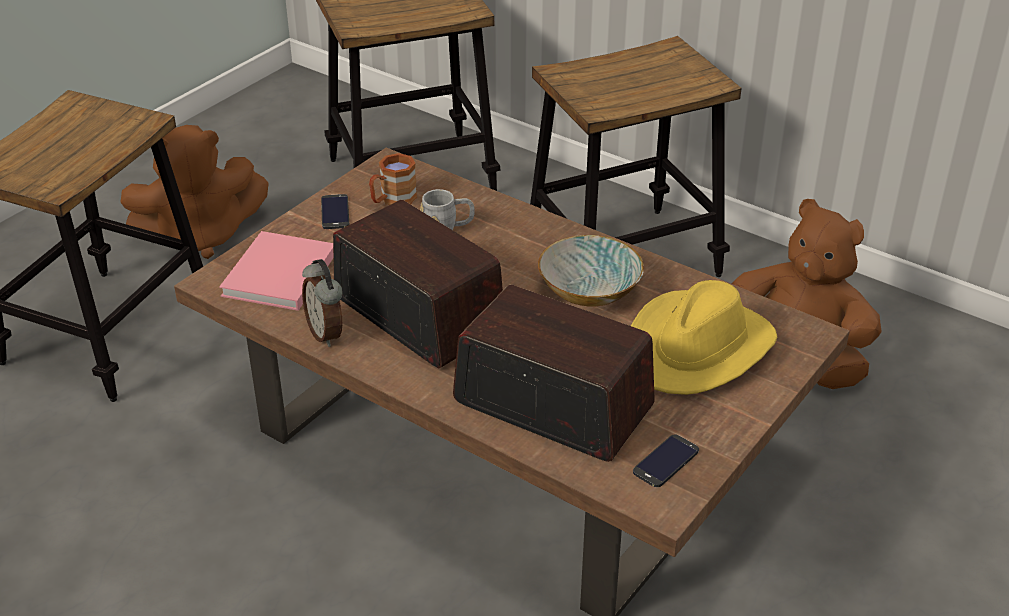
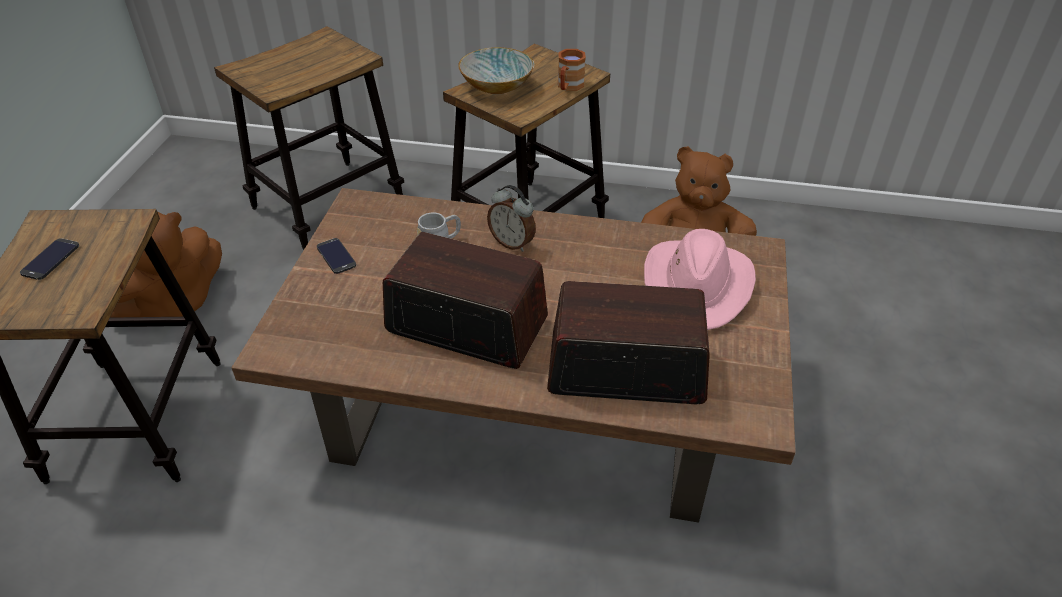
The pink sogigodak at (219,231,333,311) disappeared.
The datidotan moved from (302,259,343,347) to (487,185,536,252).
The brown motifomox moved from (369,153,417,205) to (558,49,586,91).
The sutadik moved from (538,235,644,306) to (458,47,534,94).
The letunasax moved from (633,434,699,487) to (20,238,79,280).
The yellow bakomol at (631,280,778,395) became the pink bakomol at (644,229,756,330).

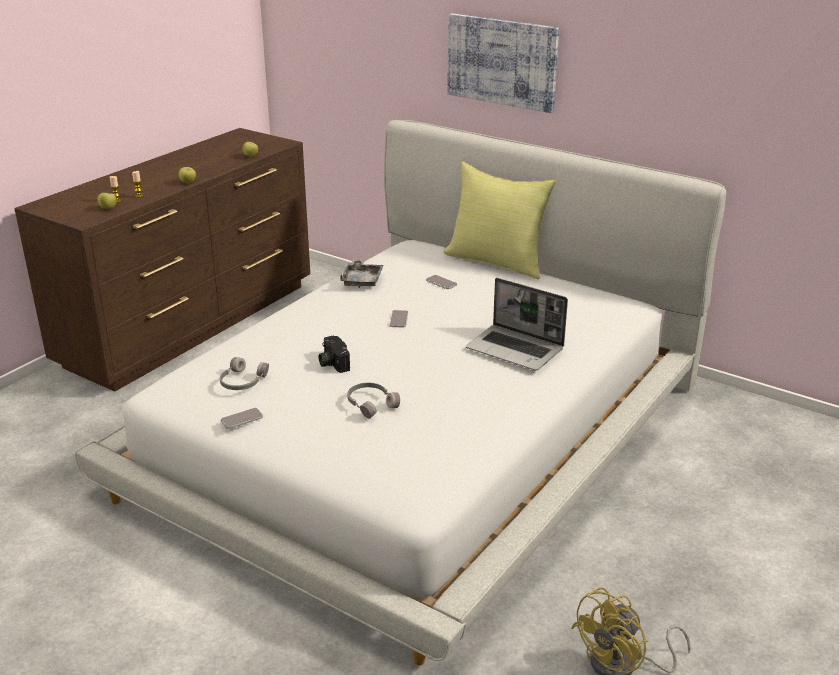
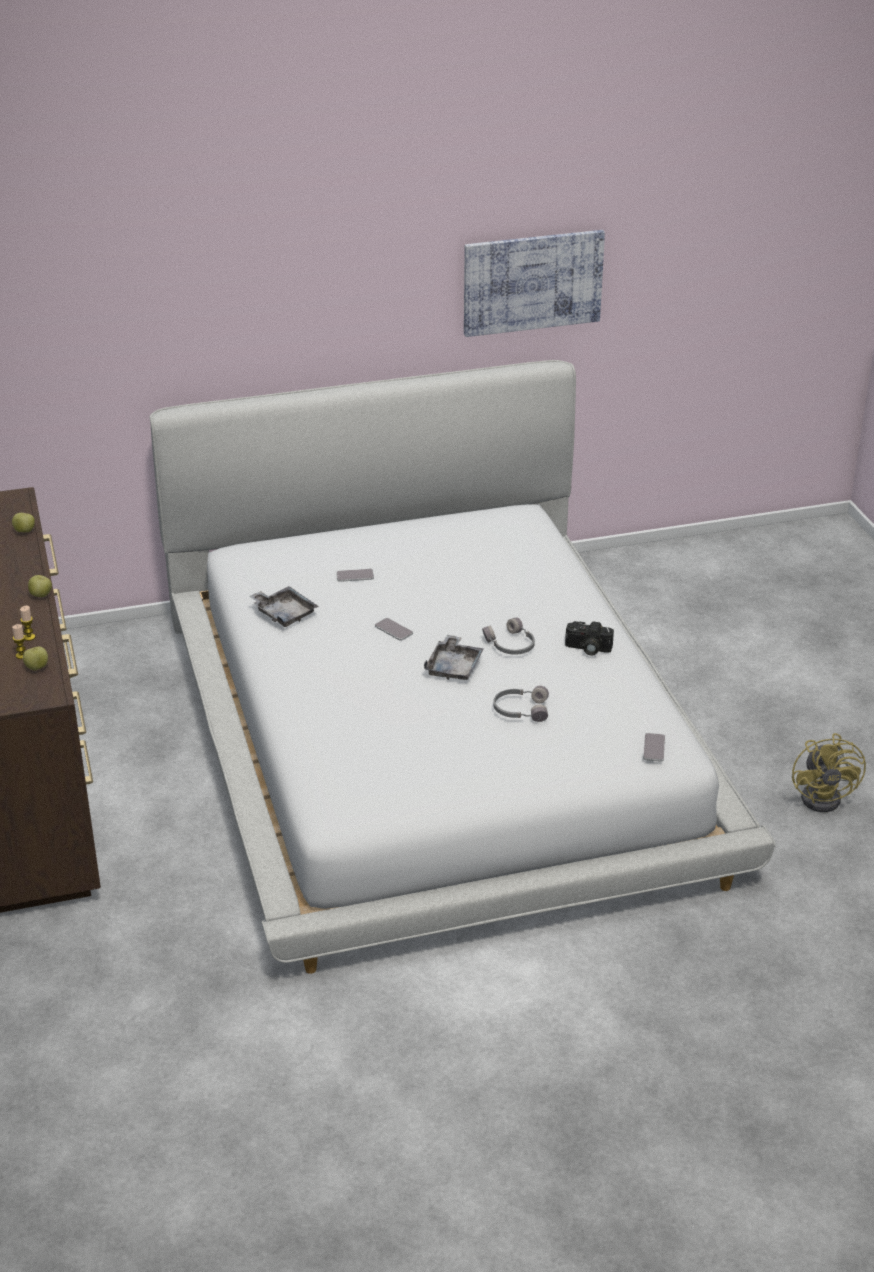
The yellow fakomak at (443,161,556,279) disappeared.
The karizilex at (466,278,568,371) disappeared.
The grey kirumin at (424,635,484,680) appeared.
The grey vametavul moved from (220,357,269,390) to (482,617,535,655).
The letunasax moved from (221,408,263,429) to (643,733,665,762).
The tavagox moved from (319,336,350,373) to (565,621,614,655).
The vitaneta moved from (447,13,559,113) to (464,230,605,337).

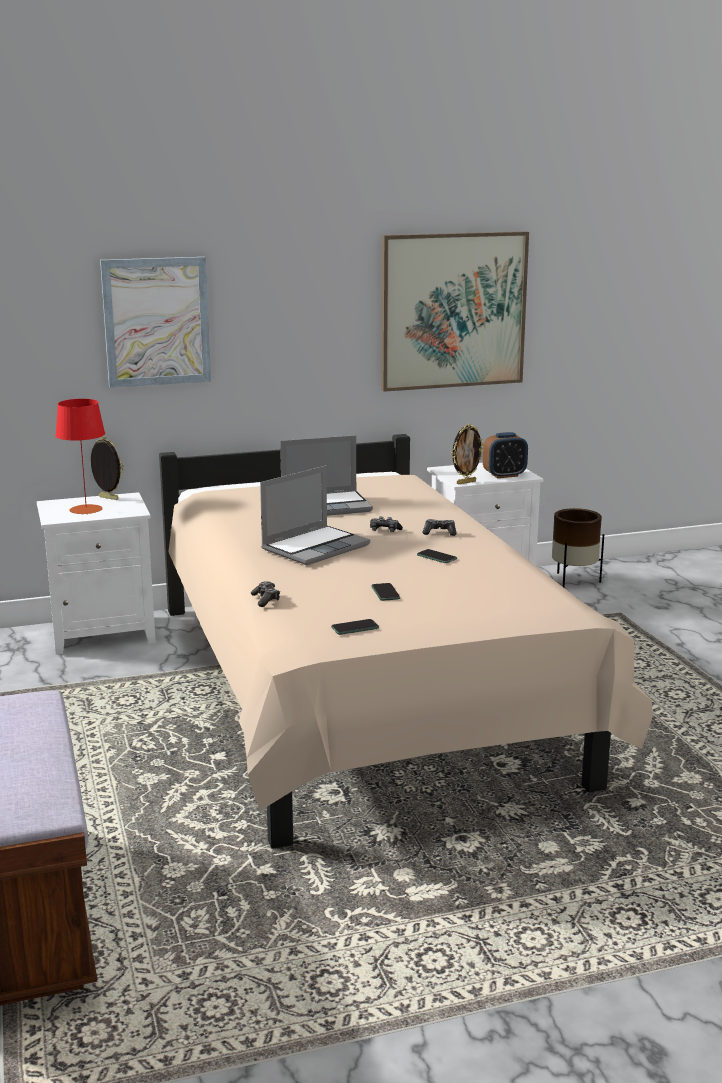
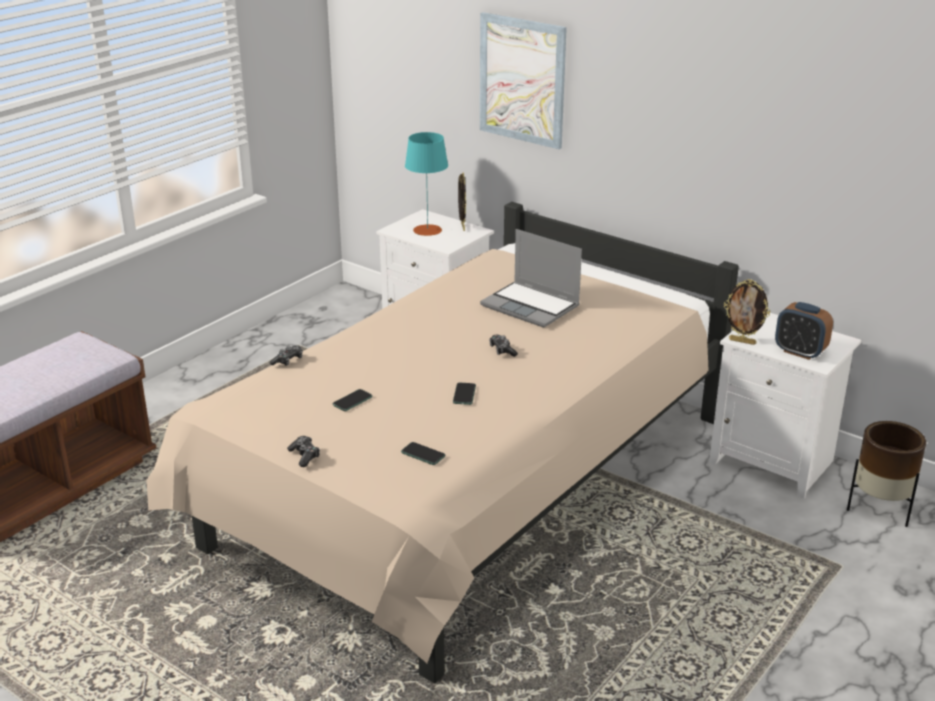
The karizilex at (260,465,370,565) disappeared.
The vitaneta at (381,231,529,392) disappeared.
The letunasax moved from (331,619,379,635) to (401,442,446,465).
The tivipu moved from (422,519,457,536) to (287,436,320,467).
The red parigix at (55,399,105,514) became the turquoise parigix at (405,132,448,236).

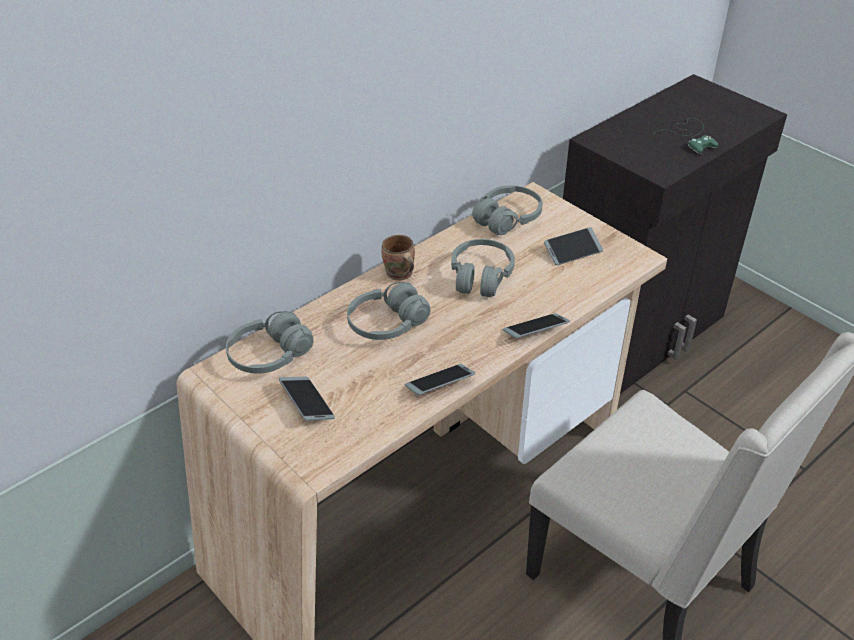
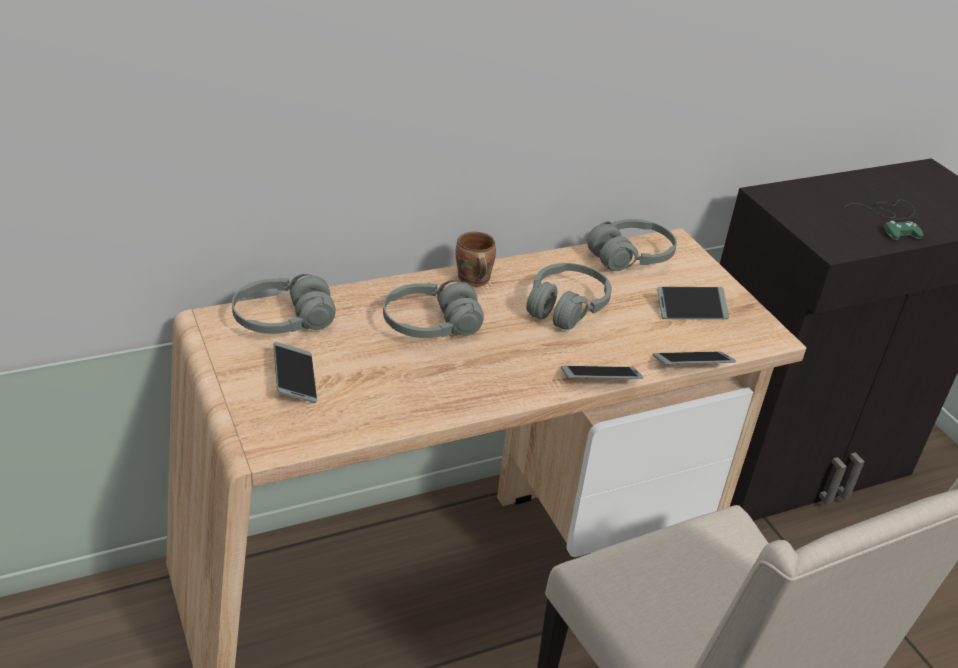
The letunasax moved from (405,364,475,395) to (653,352,736,364).

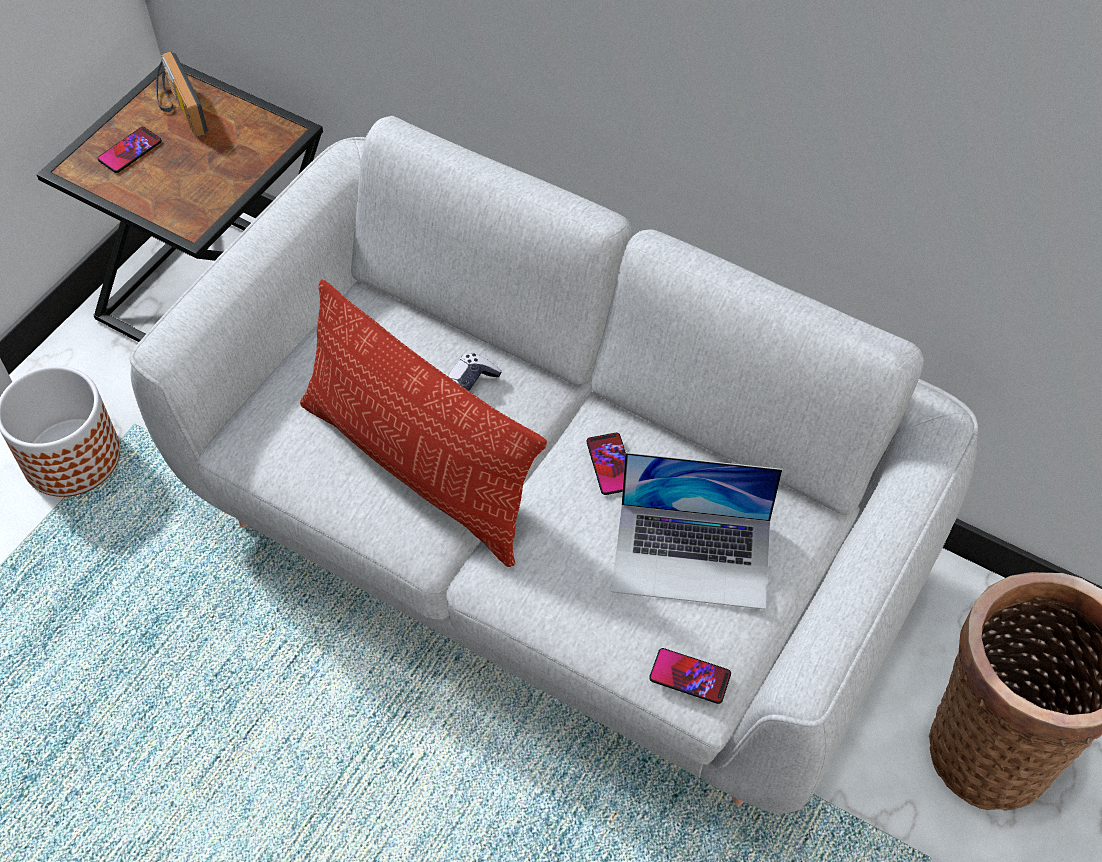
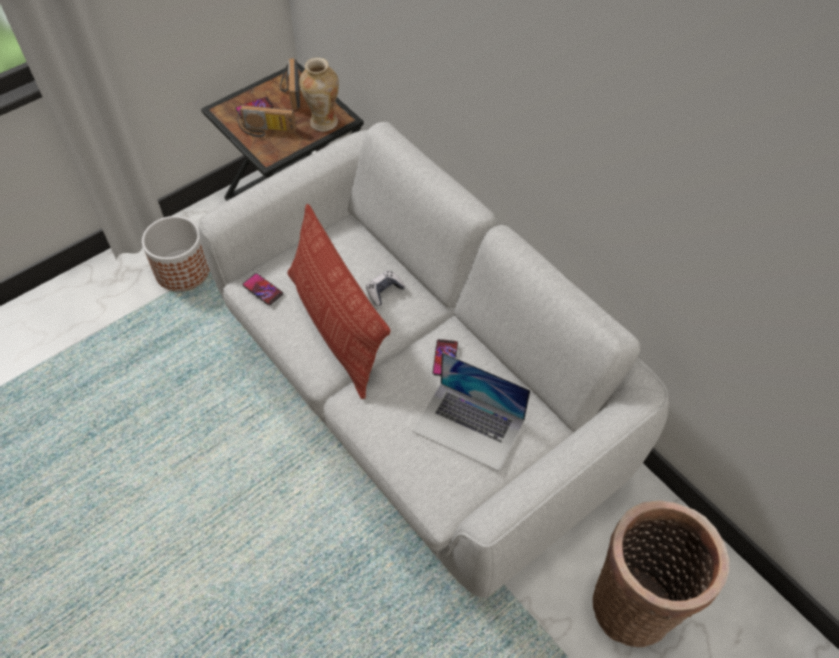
The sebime at (238,105,296,137) appeared.
The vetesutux at (299,58,339,132) appeared.
The letunasax moved from (649,648,731,704) to (243,273,283,305).

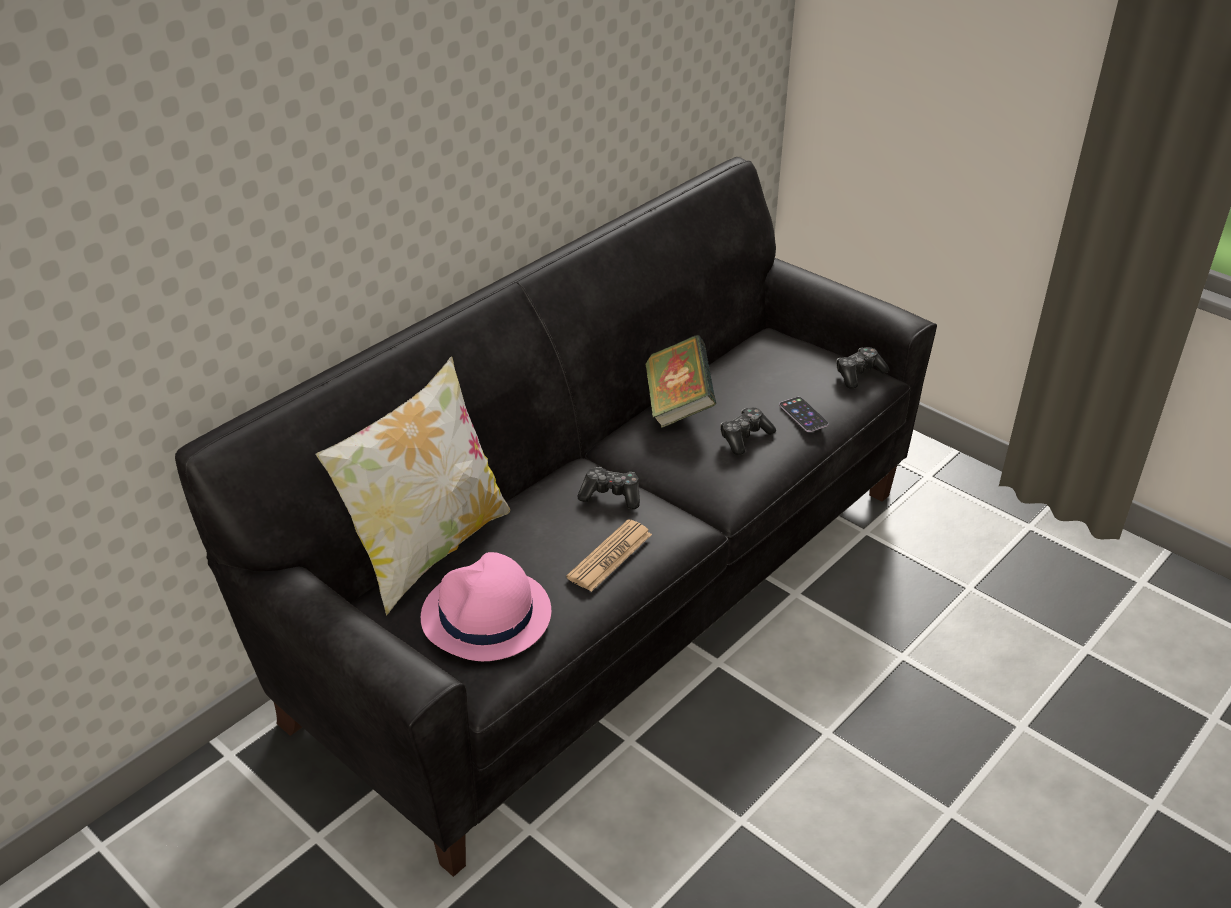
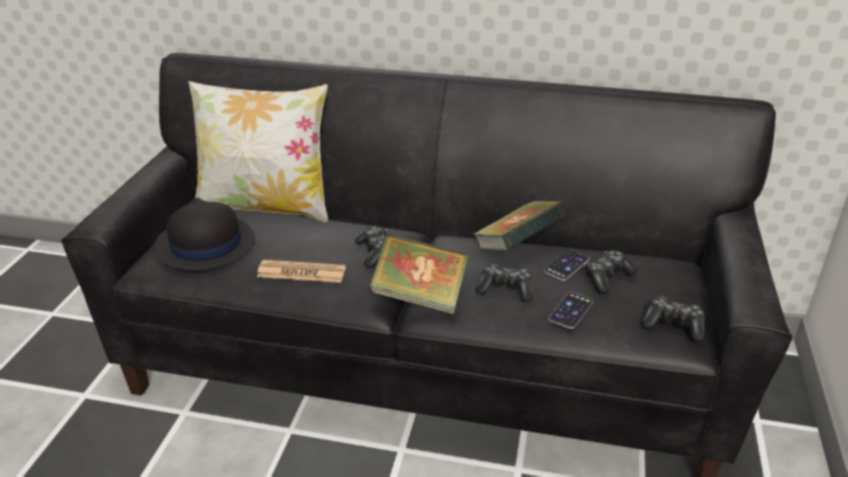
The sogigodak at (369,233,469,314) appeared.
The letunasax at (544,250,589,281) appeared.
The tivipu at (585,250,637,294) appeared.
The pink bakomol at (421,552,551,661) became the black bakomol at (155,197,255,271).

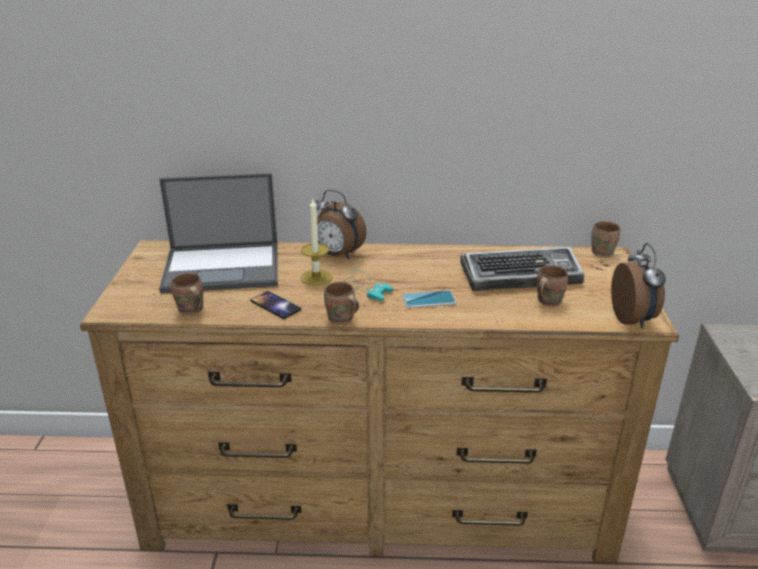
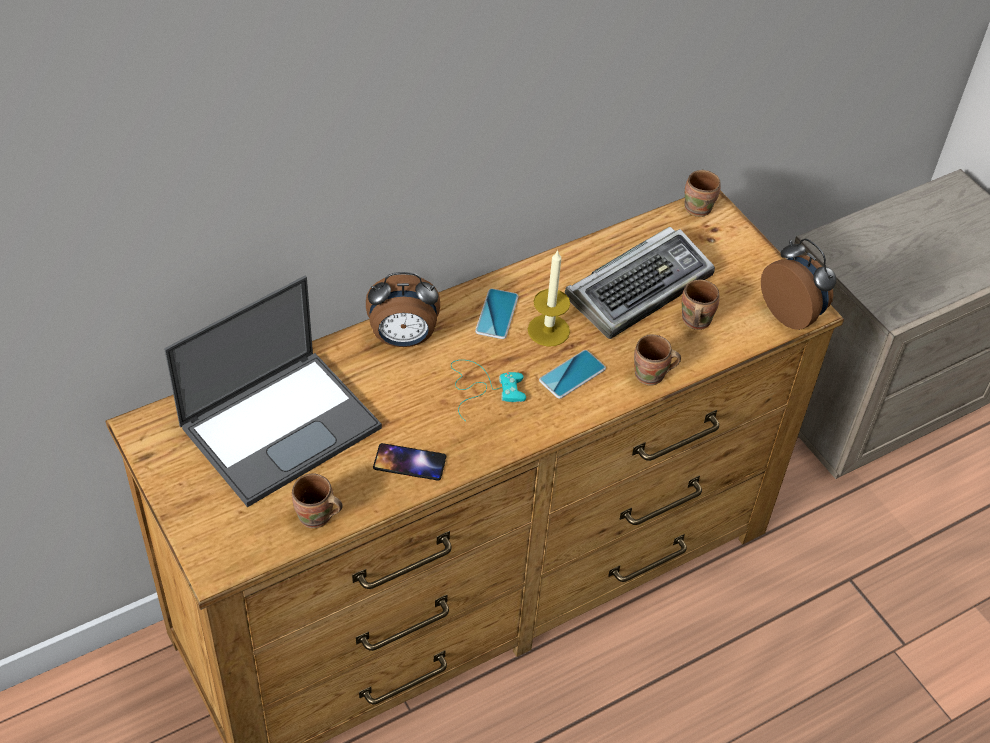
The letunasax at (475,288,519,339) appeared.
The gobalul moved from (300,197,333,286) to (528,250,570,347).
The brown motifomox moved from (324,282,359,325) to (634,334,681,386).

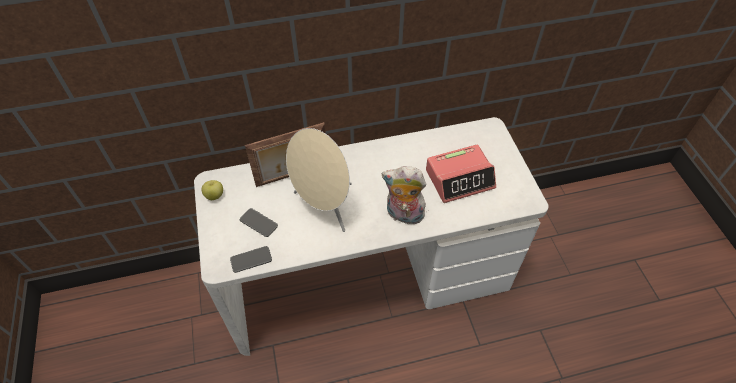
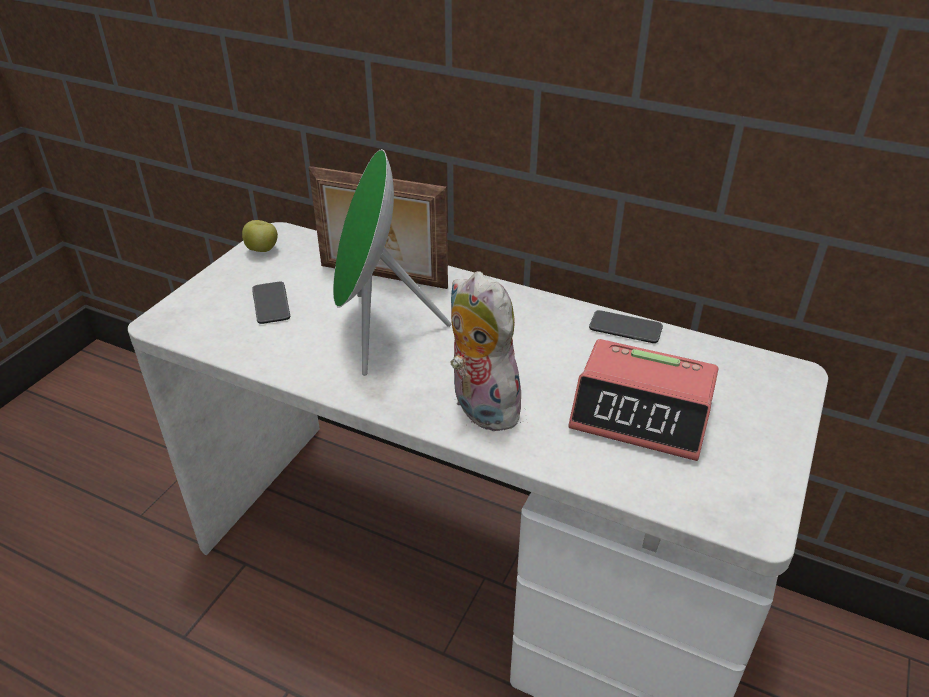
The letunasax moved from (230,246,272,273) to (589,310,663,343).
The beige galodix at (286,128,352,232) became the green galodix at (333,149,451,376).

